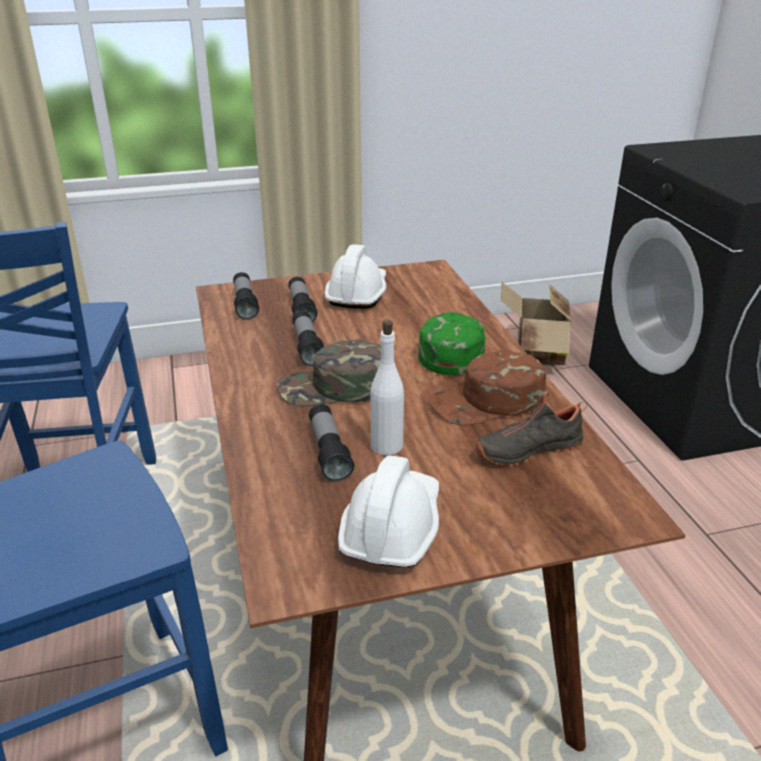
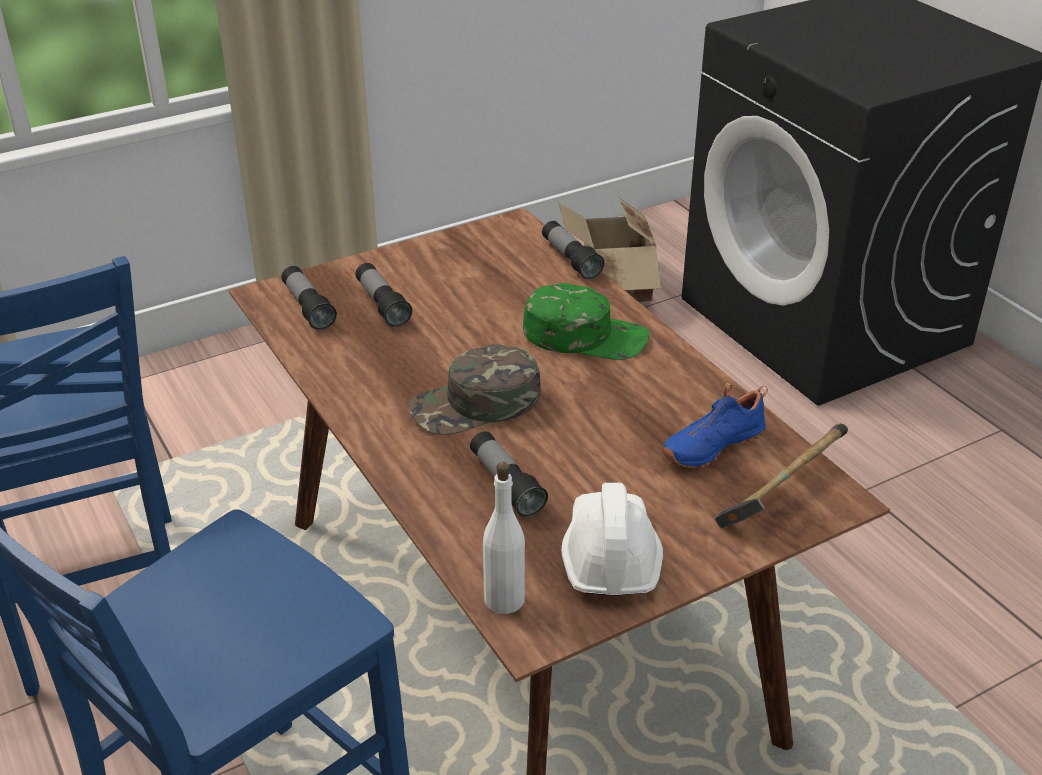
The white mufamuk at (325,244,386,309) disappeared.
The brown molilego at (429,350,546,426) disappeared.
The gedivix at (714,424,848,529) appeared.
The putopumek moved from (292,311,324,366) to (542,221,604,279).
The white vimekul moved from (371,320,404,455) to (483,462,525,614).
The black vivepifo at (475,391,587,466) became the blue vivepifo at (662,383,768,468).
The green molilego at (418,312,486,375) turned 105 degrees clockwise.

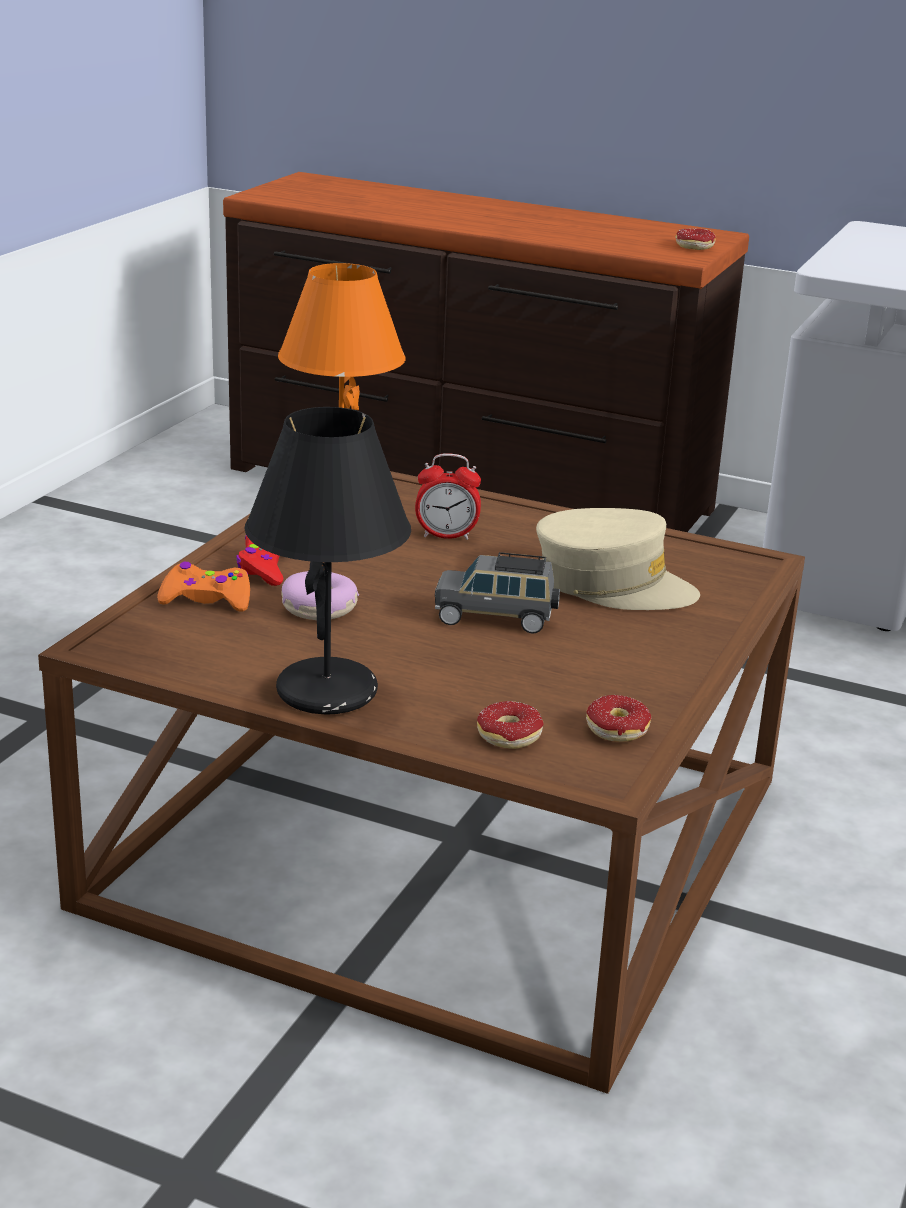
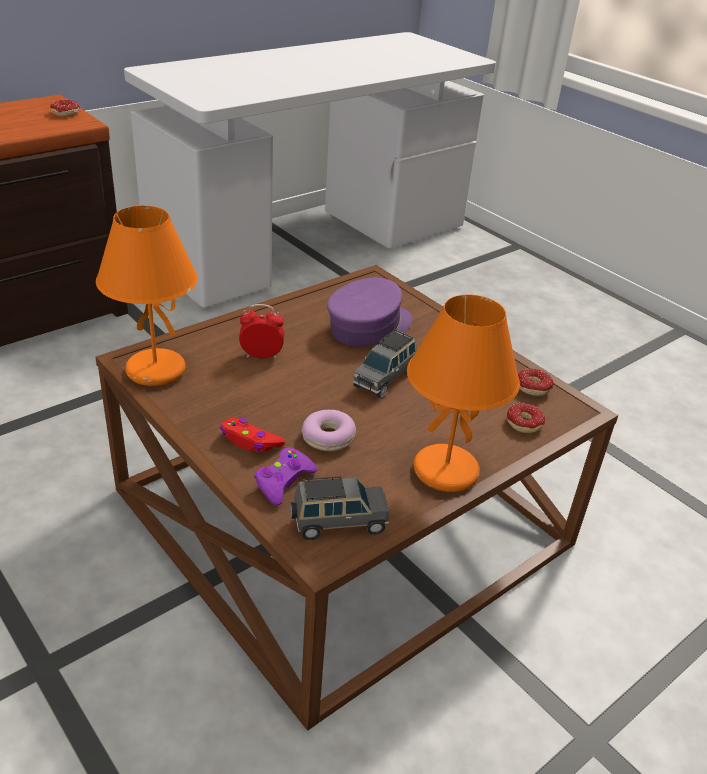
The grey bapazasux at (290,476,390,540) appeared.
The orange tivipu at (157,561,250,612) became the purple tivipu at (254,447,317,506).
The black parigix at (245,407,411,715) became the orange parigix at (407,294,520,492).
The beige molilego at (536,508,700,610) became the purple molilego at (327,278,413,347).
The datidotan at (415,453,481,540) turned 120 degrees counterclockwise.

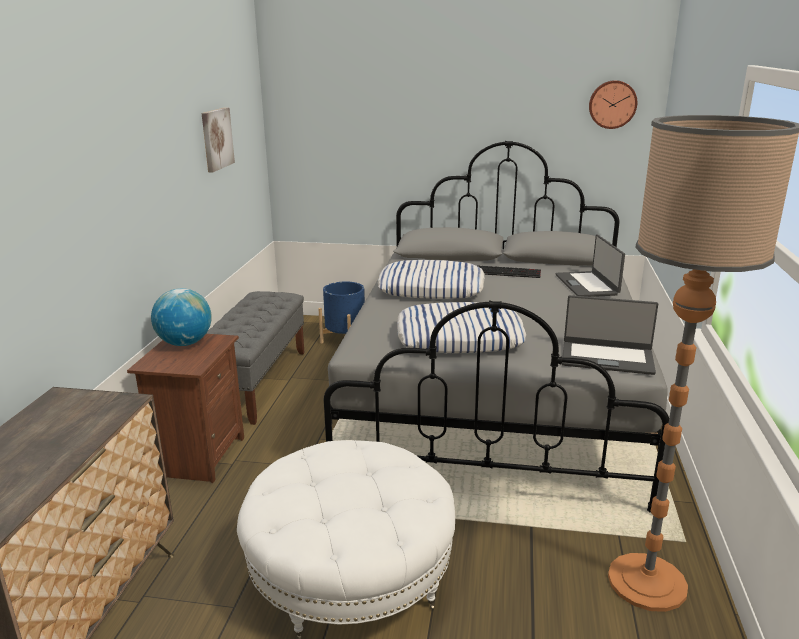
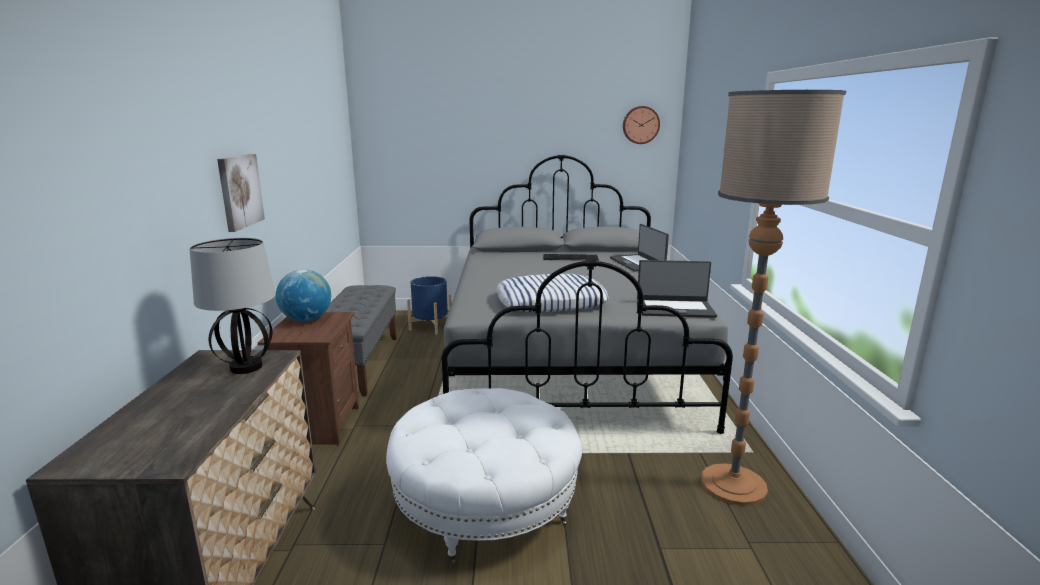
The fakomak at (378,260,485,299) disappeared.
The parigix at (189,238,275,374) appeared.
The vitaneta moved from (202,108,235,172) to (217,154,265,232).

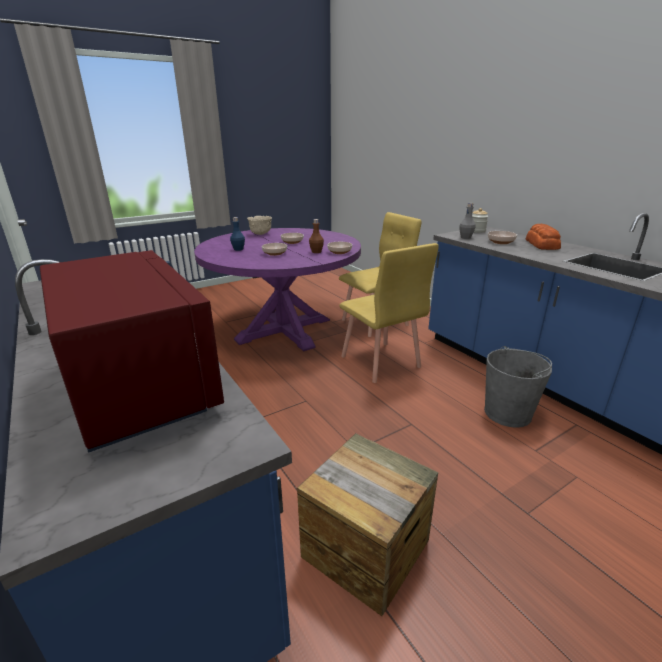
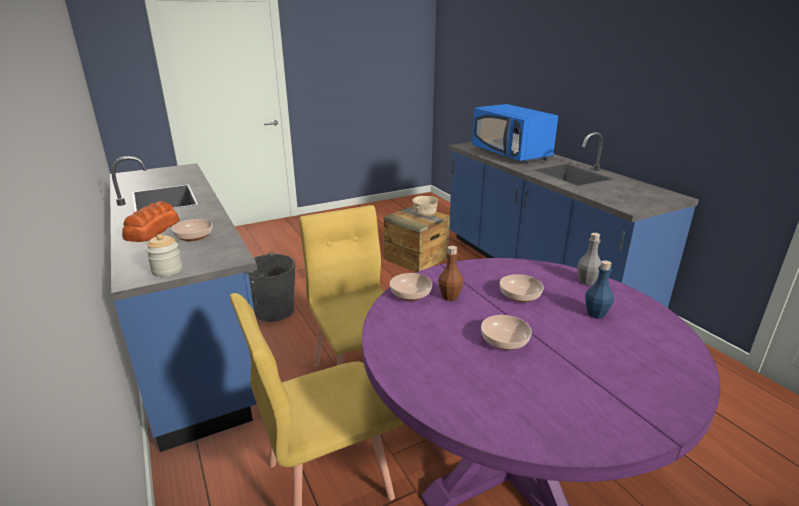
The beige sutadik moved from (247,216,272,235) to (412,196,439,217).
The grey vimekul moved from (459,203,476,239) to (577,233,601,285).
The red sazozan at (40,250,224,453) became the blue sazozan at (472,104,558,164).

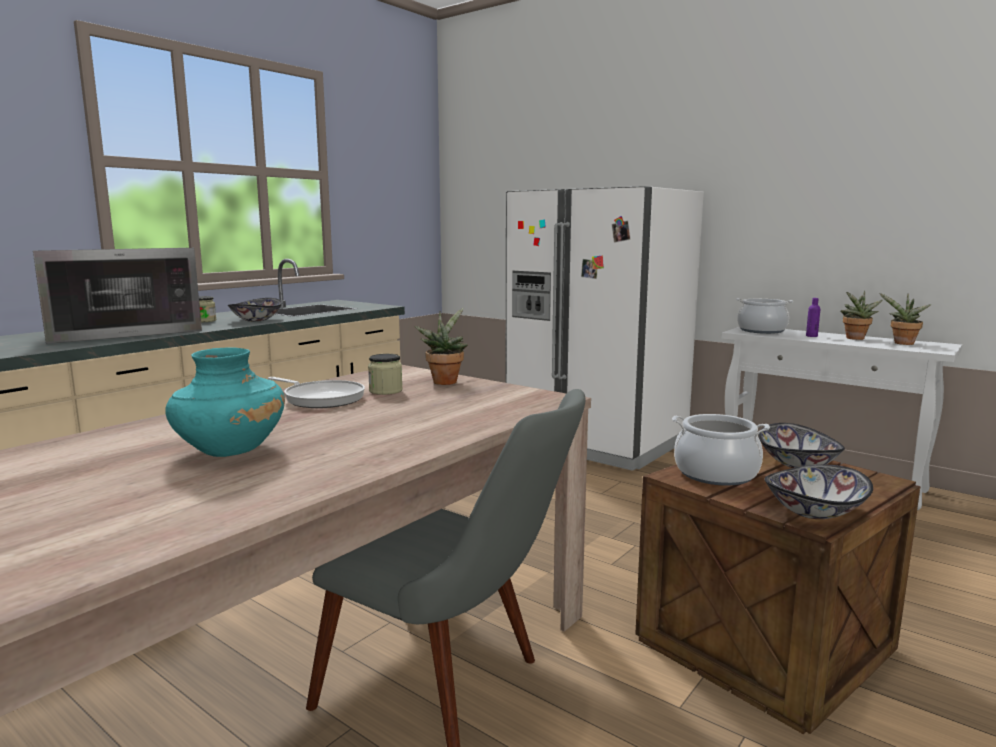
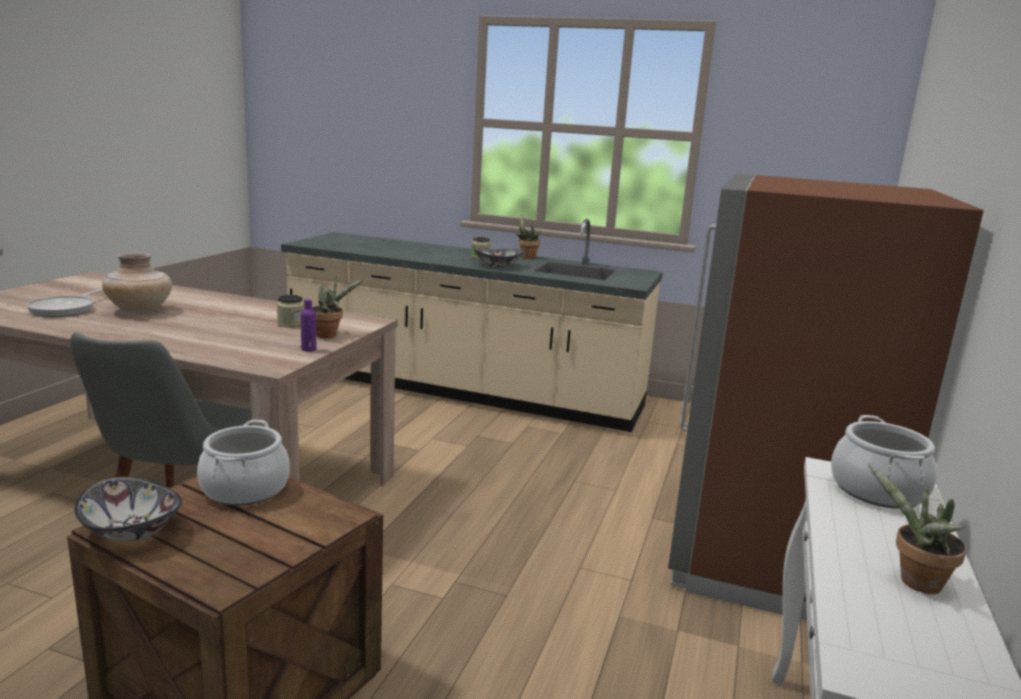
The sazozan at (33,248,202,344) disappeared.
The sutadik at (758,423,845,468) disappeared.
The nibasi moved from (268,377,365,408) to (26,289,103,317).
The purple vimekul moved from (806,298,821,337) to (301,299,316,352).
The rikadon moved from (879,293,931,345) to (515,214,541,259).
The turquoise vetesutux at (165,348,285,457) became the beige vetesutux at (102,252,172,313).
The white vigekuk at (506,186,704,471) became the brown vigekuk at (668,173,984,621).

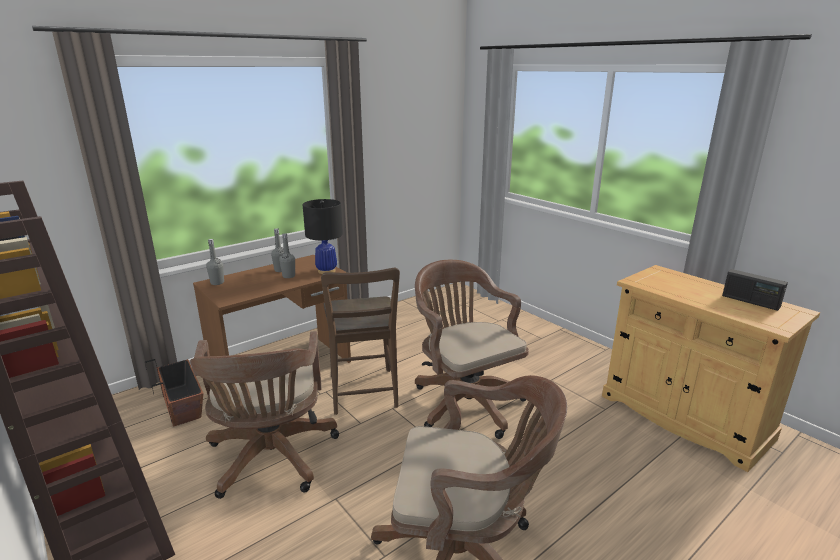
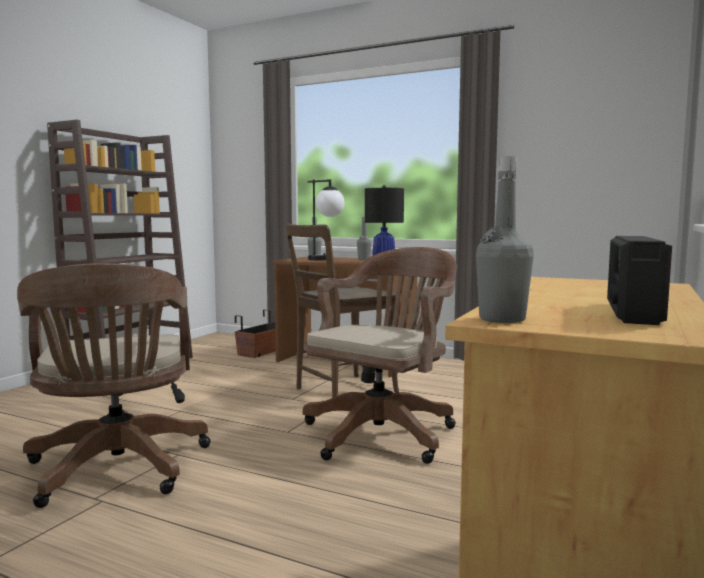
The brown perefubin at (190,331,339,499) disappeared.
The parigix at (308,179,345,260) appeared.
The grey vimekul moved from (279,233,295,278) to (476,156,534,323).

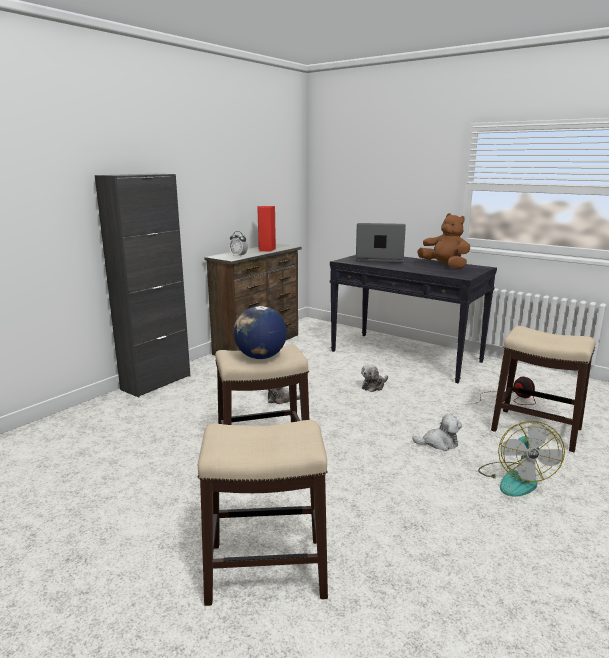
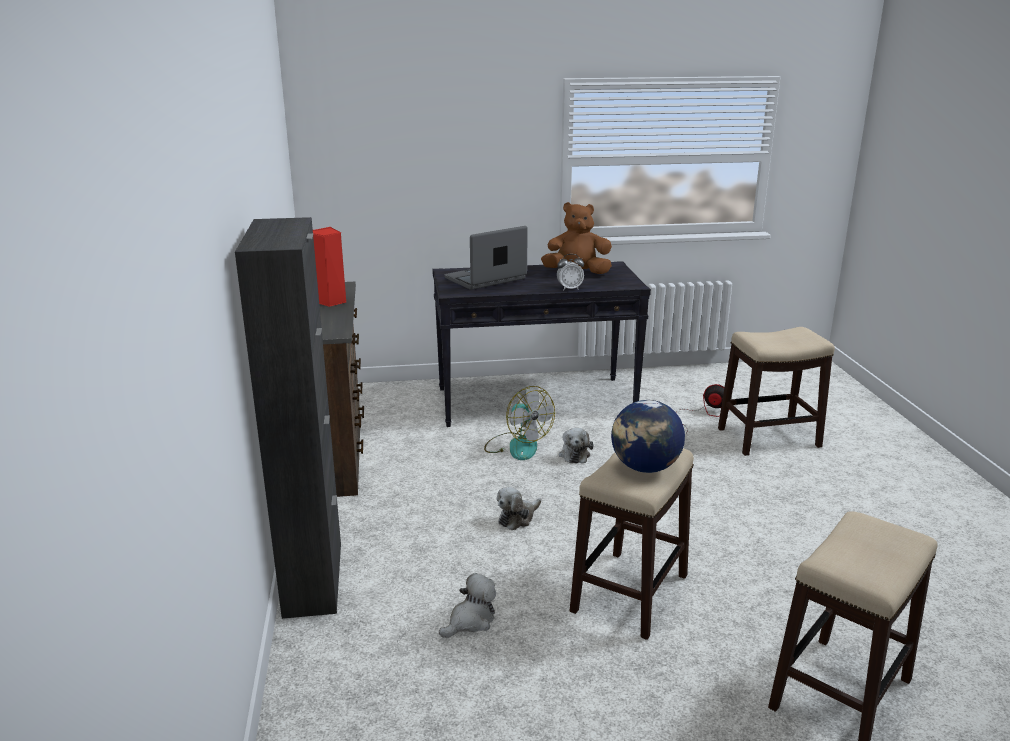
The datidotan moved from (229,231,248,257) to (557,254,584,290).
The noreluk moved from (412,414,462,451) to (439,573,496,638).
The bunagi moved from (478,421,565,497) to (484,386,555,460).

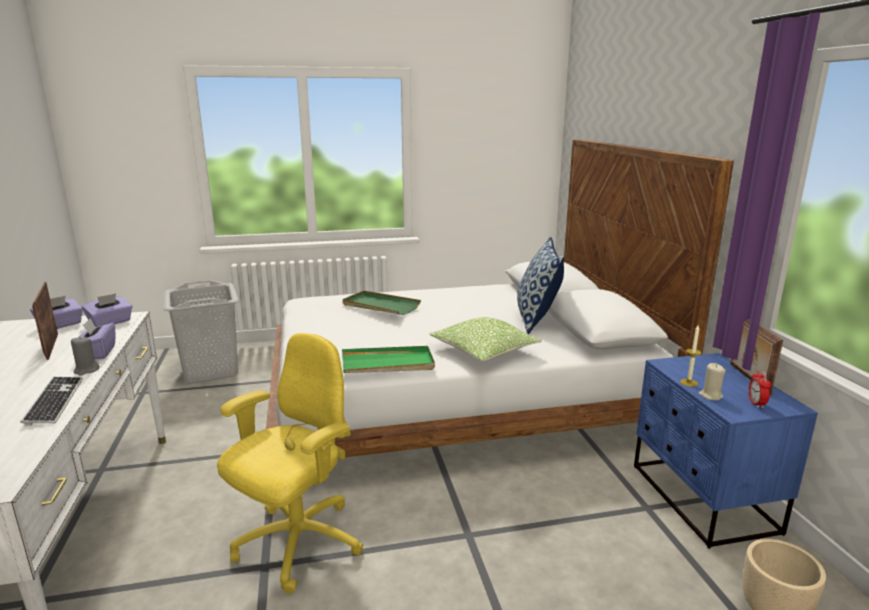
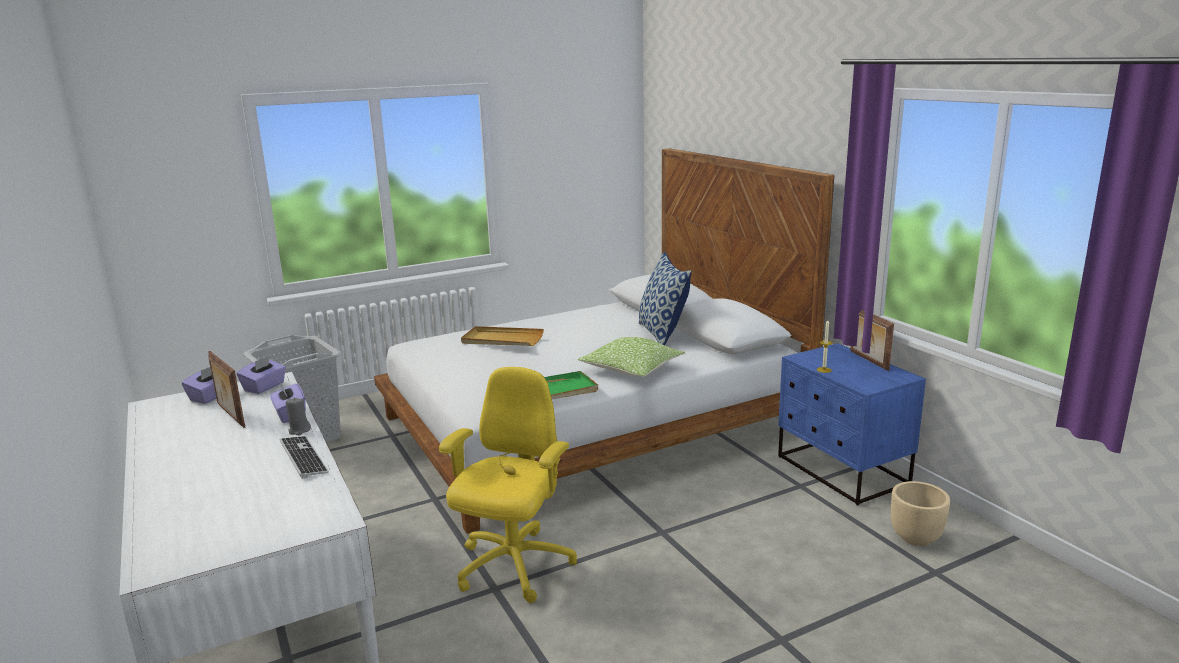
The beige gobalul at (698,363,726,400) disappeared.
The datidotan at (749,370,771,408) disappeared.
The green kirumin at (343,291,421,315) became the beige kirumin at (461,326,544,346).

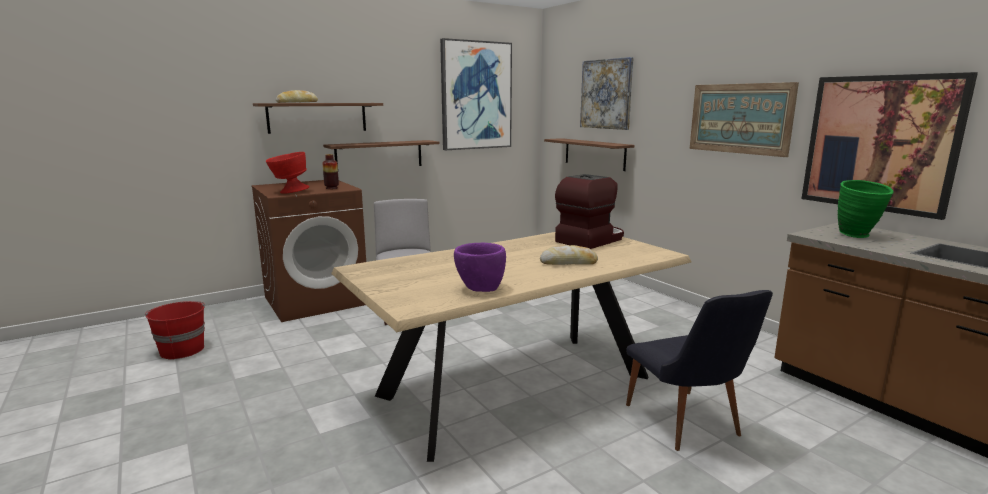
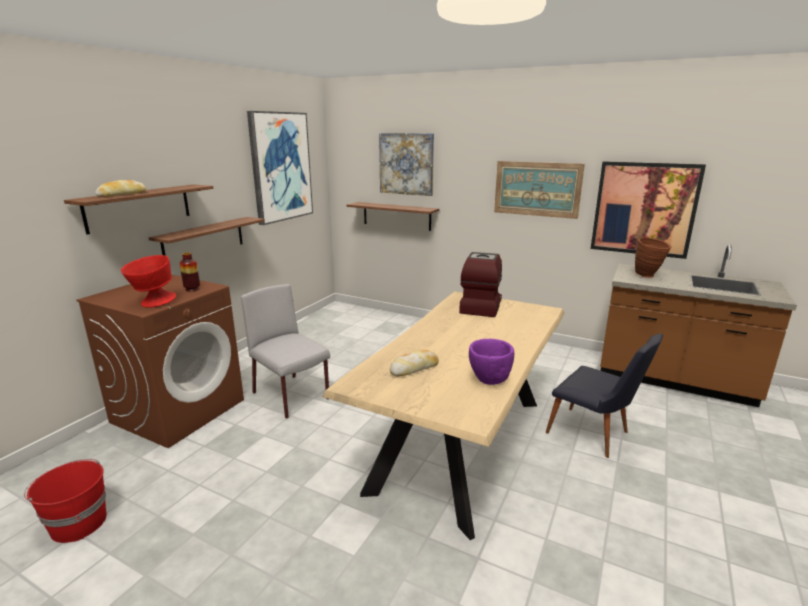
The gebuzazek moved from (540,245,598,265) to (390,350,439,376).
The green vetesutux at (838,180,894,238) became the brown vetesutux at (635,237,671,278).

